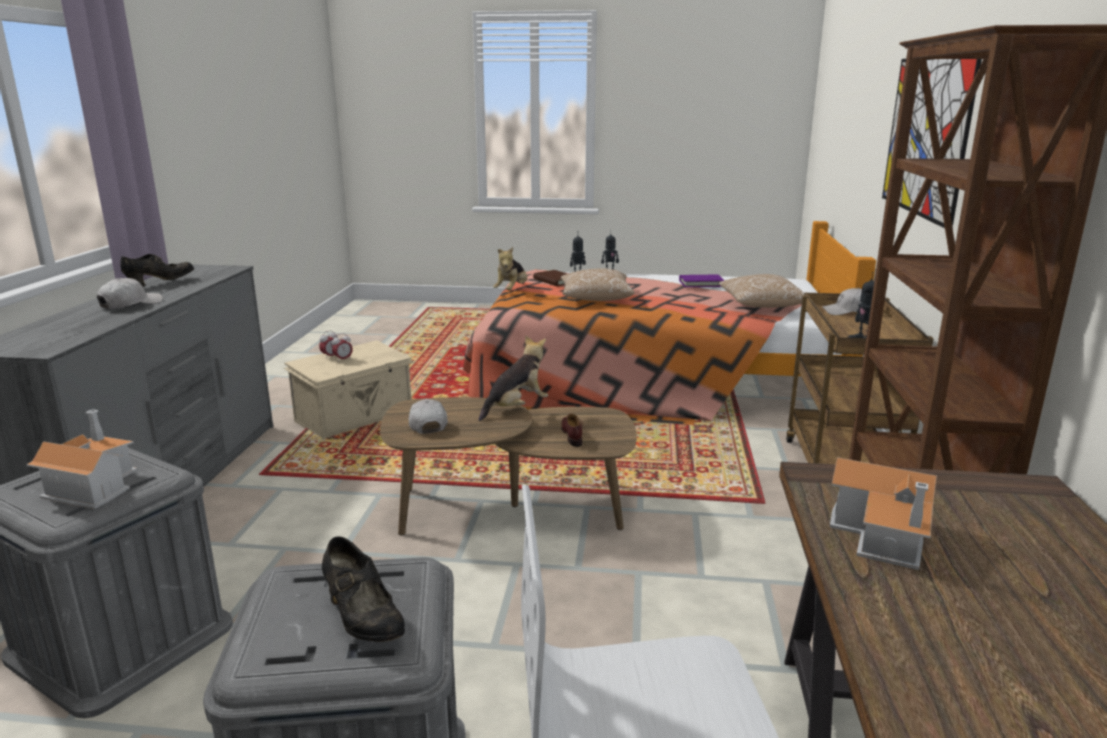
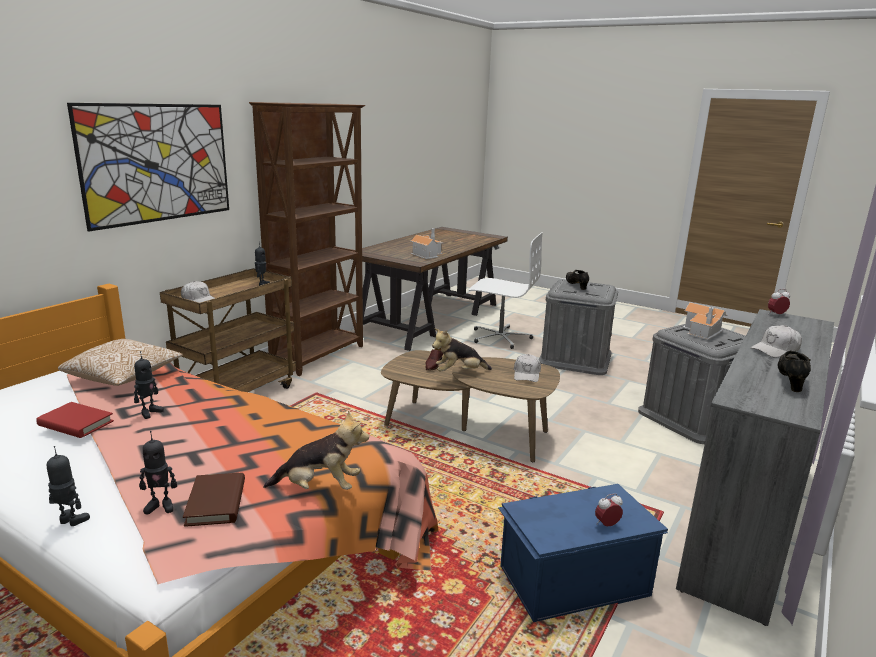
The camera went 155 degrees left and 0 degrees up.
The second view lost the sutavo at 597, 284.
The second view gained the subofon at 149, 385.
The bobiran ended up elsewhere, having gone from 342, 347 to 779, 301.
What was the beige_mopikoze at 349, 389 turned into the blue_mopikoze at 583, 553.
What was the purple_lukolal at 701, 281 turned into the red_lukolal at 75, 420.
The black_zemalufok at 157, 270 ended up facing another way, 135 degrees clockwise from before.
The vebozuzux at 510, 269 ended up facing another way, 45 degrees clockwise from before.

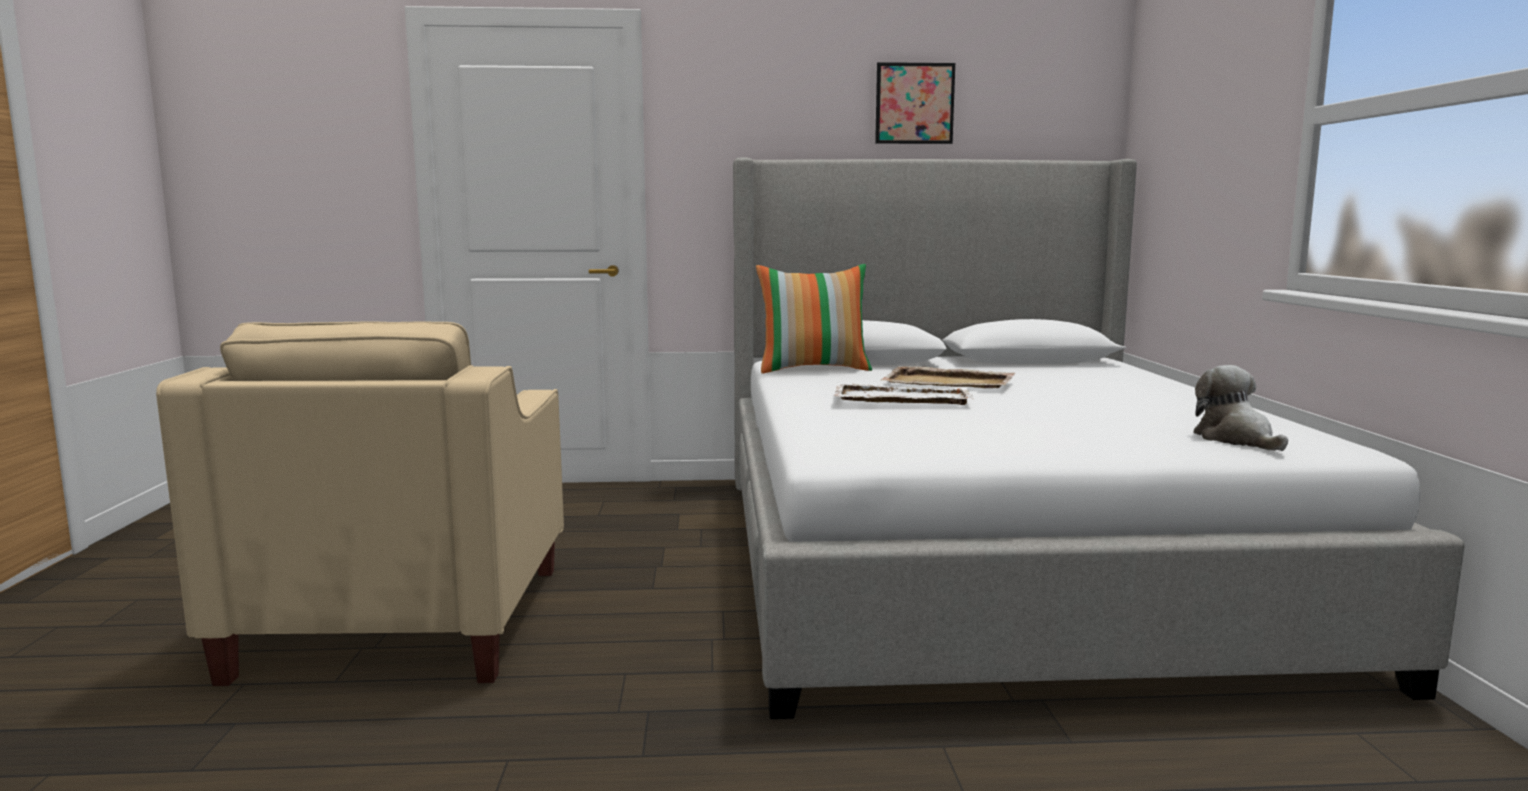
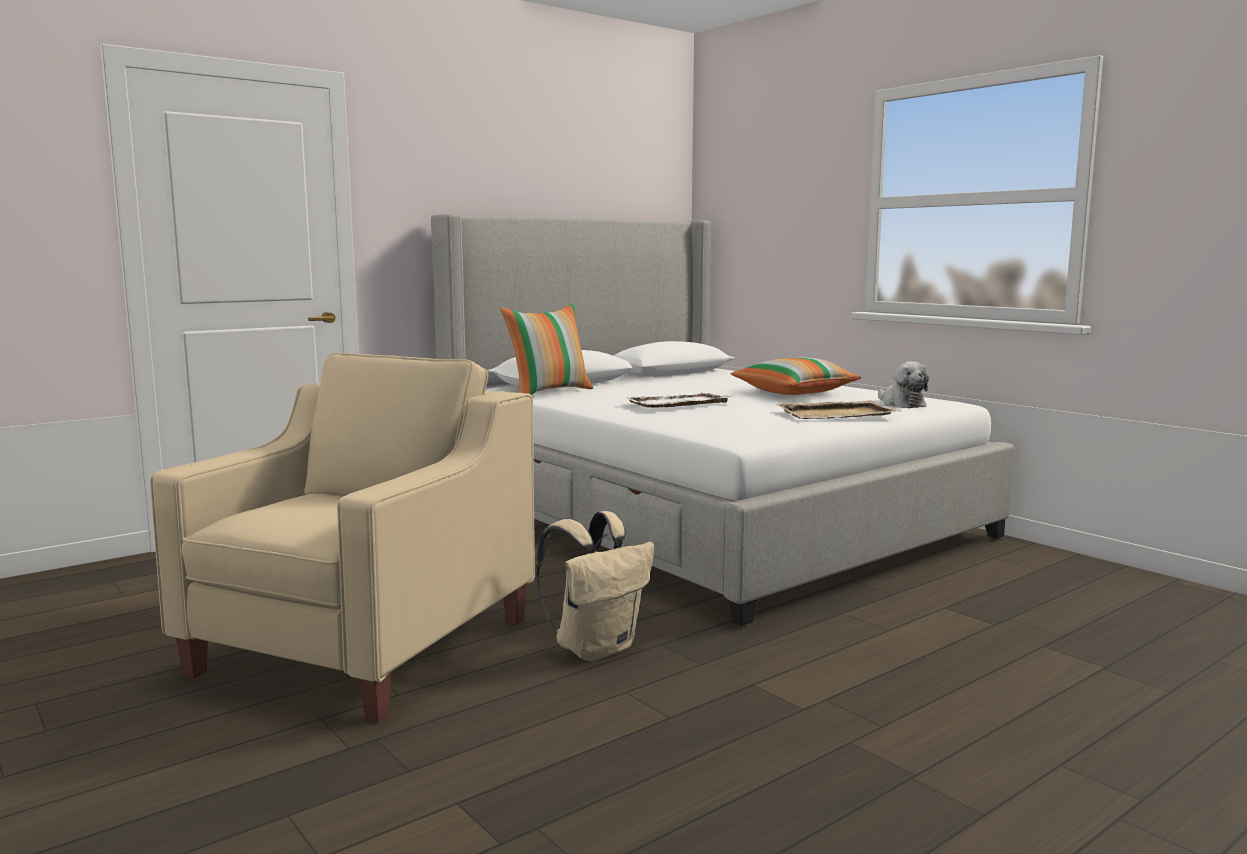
The camera went 35 degrees left and 0 degrees up.
The second view lost the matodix at 915, 103.
The second view gained the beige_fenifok at 595, 586.
The second view gained the sutavo at 796, 376.
The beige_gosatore ended up elsewhere, having gone from 948, 377 to 838, 410.
The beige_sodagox at 360, 503 ended up facing another way, 120 degrees counterclockwise from before.
The vebozuzux at 1240, 408 ended up facing another way, 150 degrees counterclockwise from before.

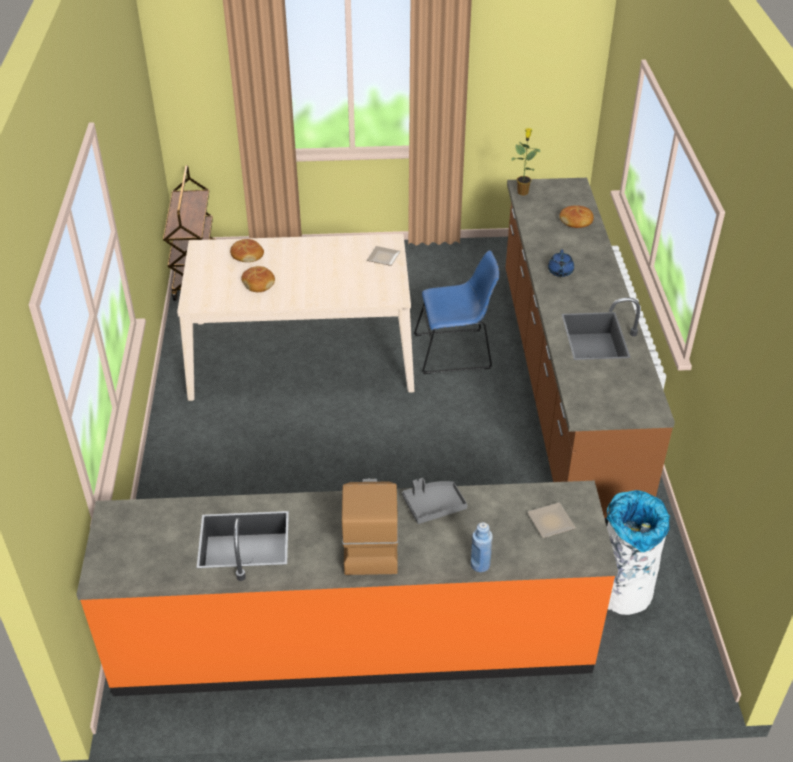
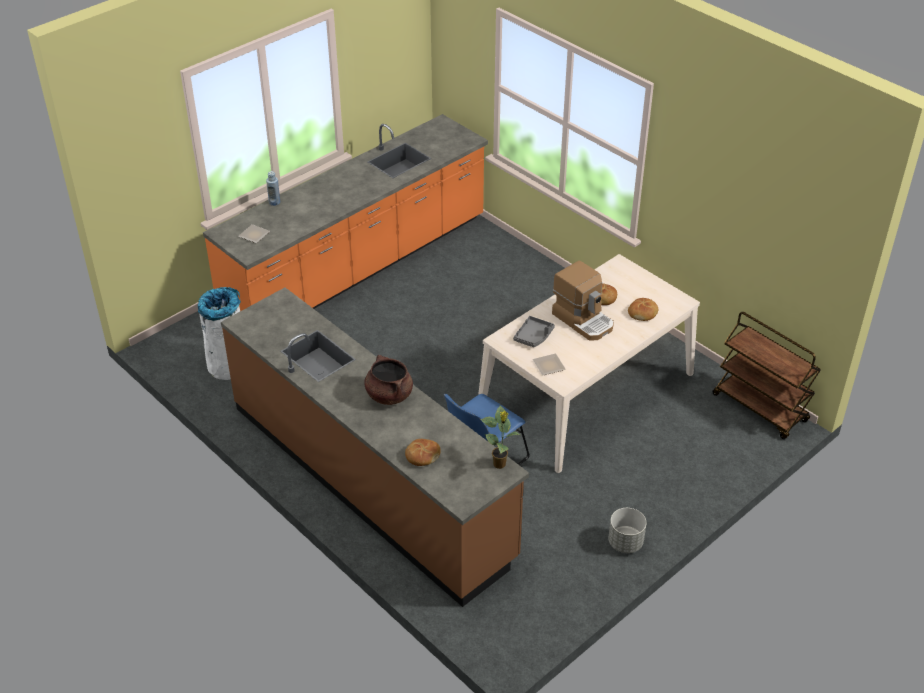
The camera went 140 degrees right and 0 degrees up.
The second view gained the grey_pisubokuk at 627, 530.
The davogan ended up elsewhere, having gone from 370, 526 to 583, 301.
The grey_gosatore ended up elsewhere, having gone from 435, 501 to 534, 331.
Where the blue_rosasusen stood at 561, 263, the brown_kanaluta came to stand at 388, 380.

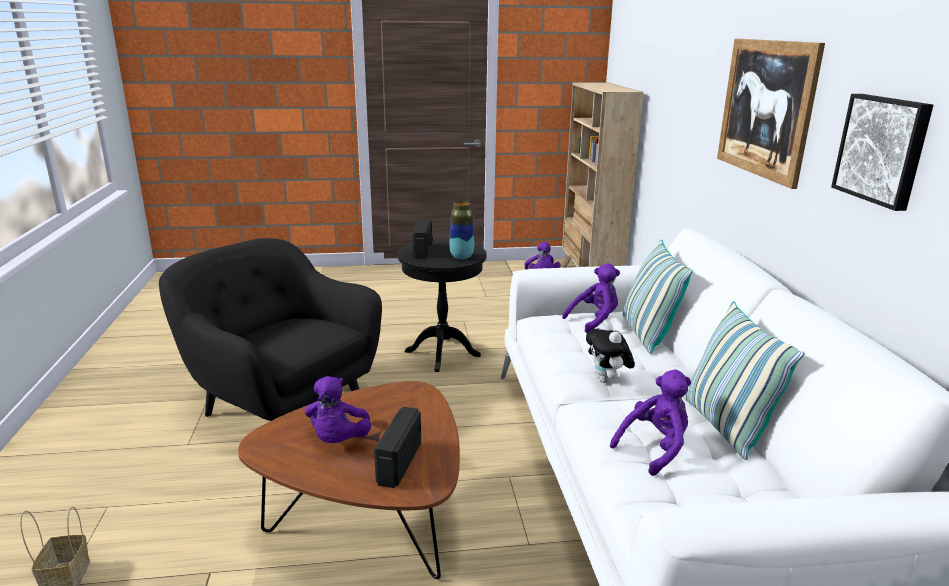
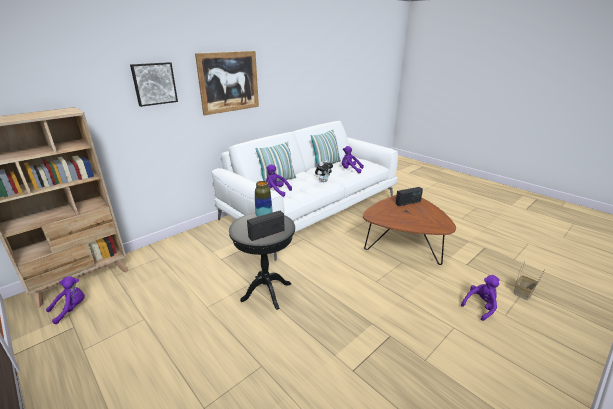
The camera went 125 degrees left and 5 degrees up.
The second view lost the black_sodagox at 270, 329.
The purple_vebozuzux ended up elsewhere, having gone from 338, 409 to 480, 298.
The matodix ended up elsewhere, having gone from 882, 152 to 154, 84.

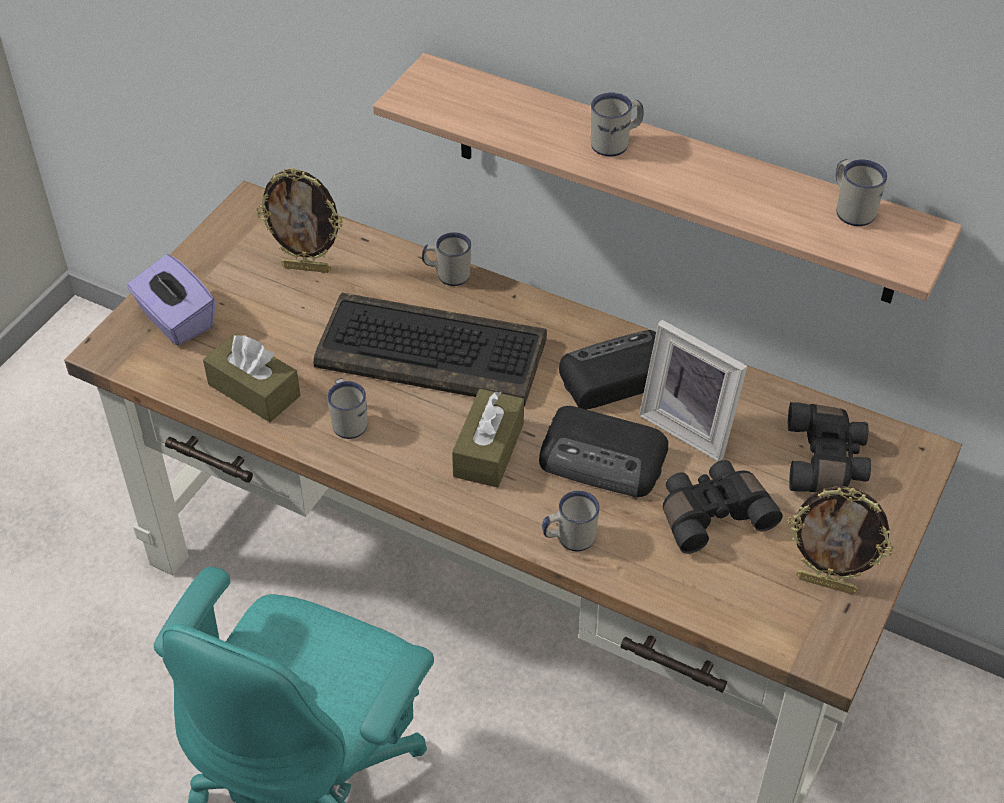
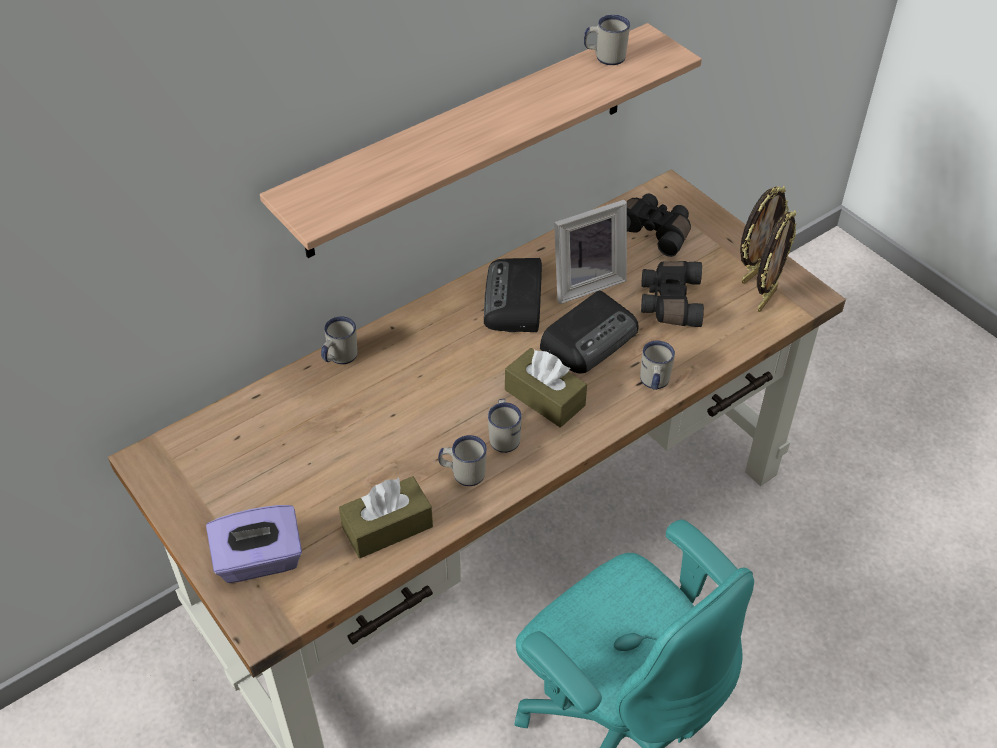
The camera went 65 degrees left and 0 degrees up.
The second view lost the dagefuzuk at 430, 349.
The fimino ended up elsewhere, having gone from 299, 220 to 776, 261.
The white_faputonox ended up elsewhere, having gone from 617, 124 to 505, 426.

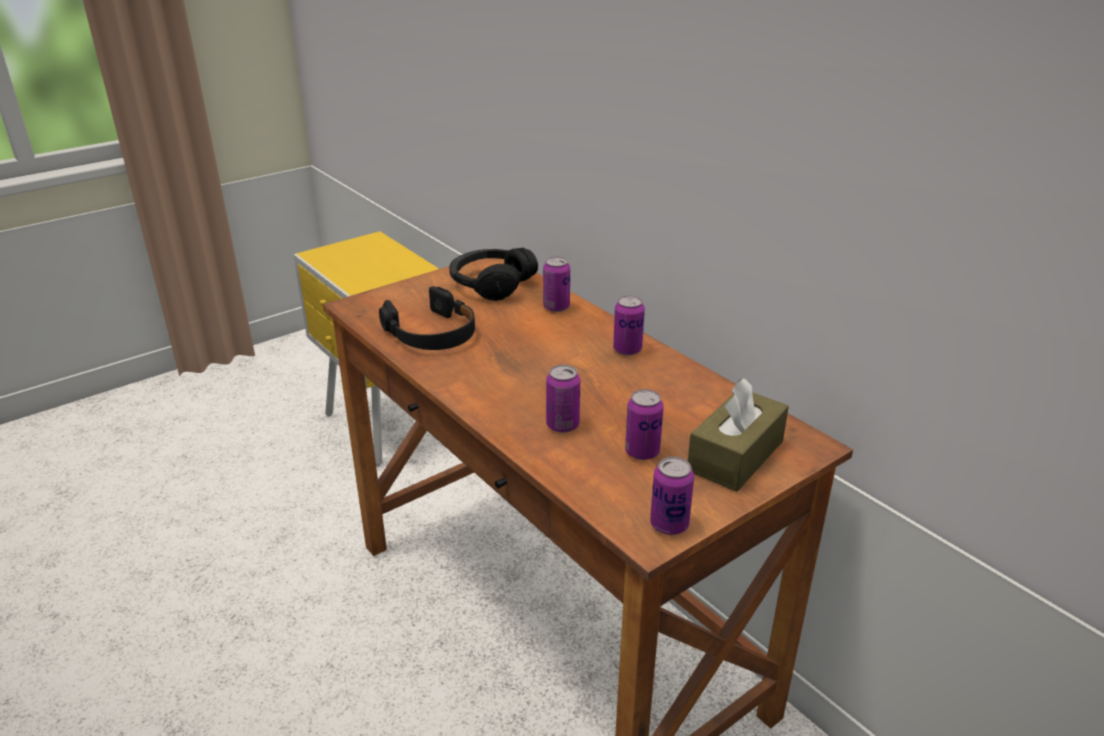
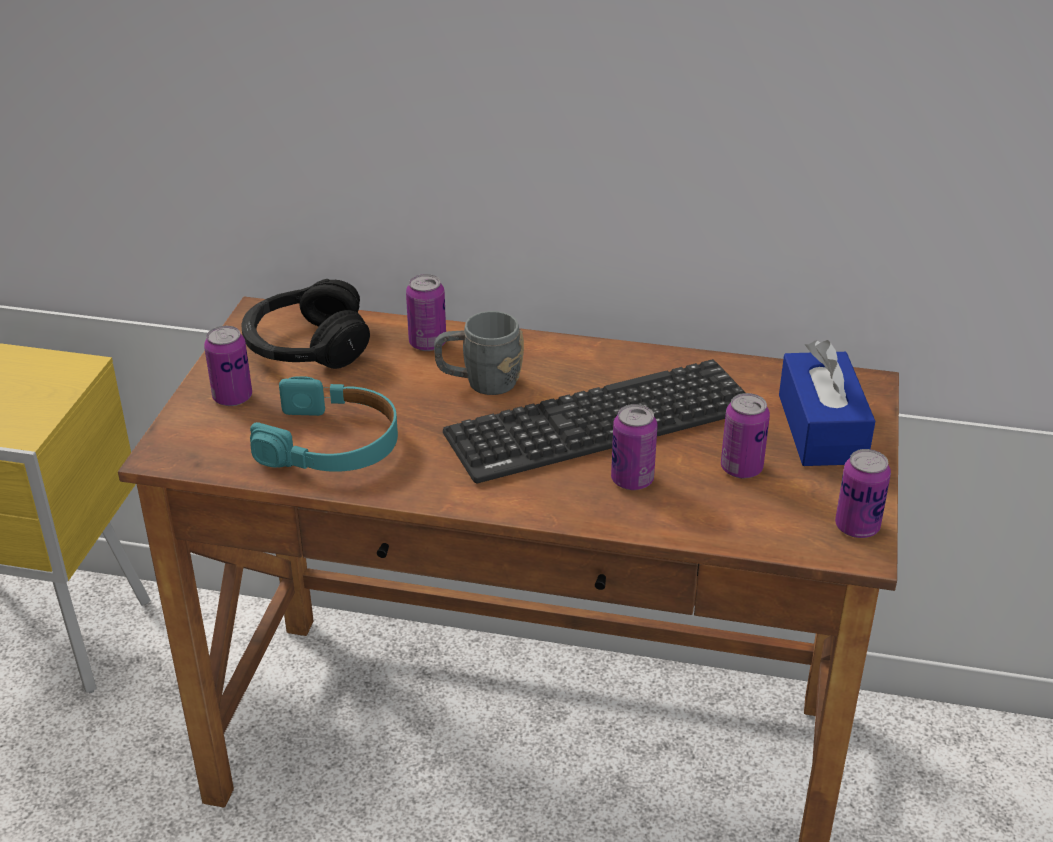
The camera went 40 degrees left and 5 degrees up.
The second view gained the grey_faputonox at 479, 353.
The second view gained the dagefuzuk at 594, 421.
The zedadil ended up elsewhere, having gone from 629, 325 to 228, 366.
What was the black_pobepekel at 427, 318 turned into the turquoise_pobepekel at 324, 424.
What was the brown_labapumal at 738, 435 turned into the blue_labapumal at 827, 403.

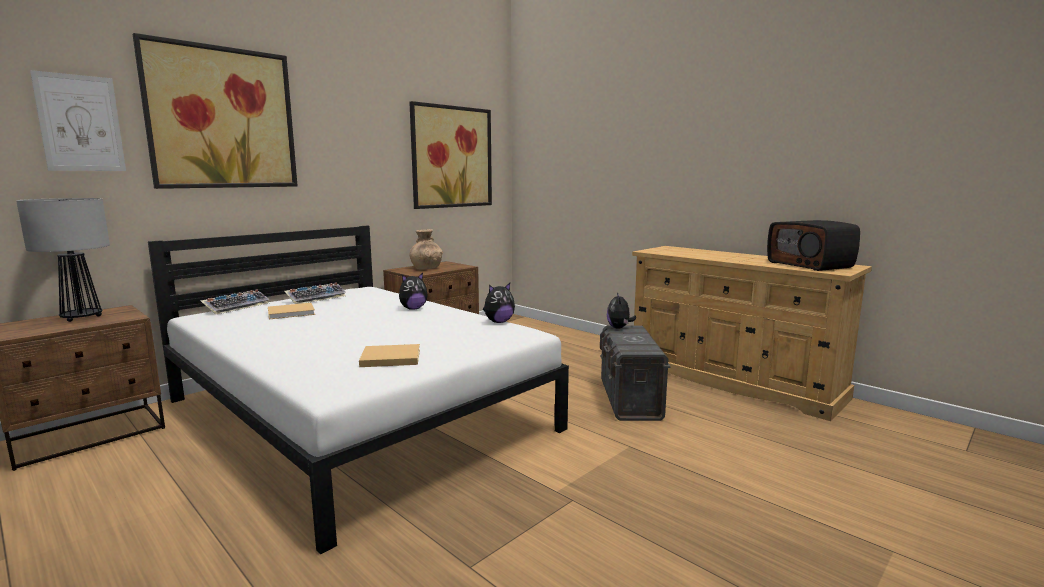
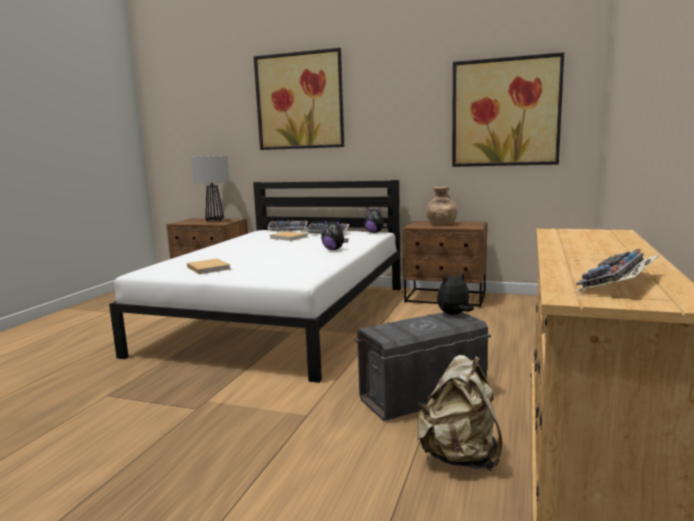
The camera went 65 degrees right and 0 degrees up.
The second view lost the matodix at 78, 120.
The second view gained the beige_fenifok at 460, 413.
The vebozuzux ended up elsewhere, having gone from 499, 303 to 375, 220.
Where the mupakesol stood at 813, 245, the dagefuzuk came to stand at 617, 269.

